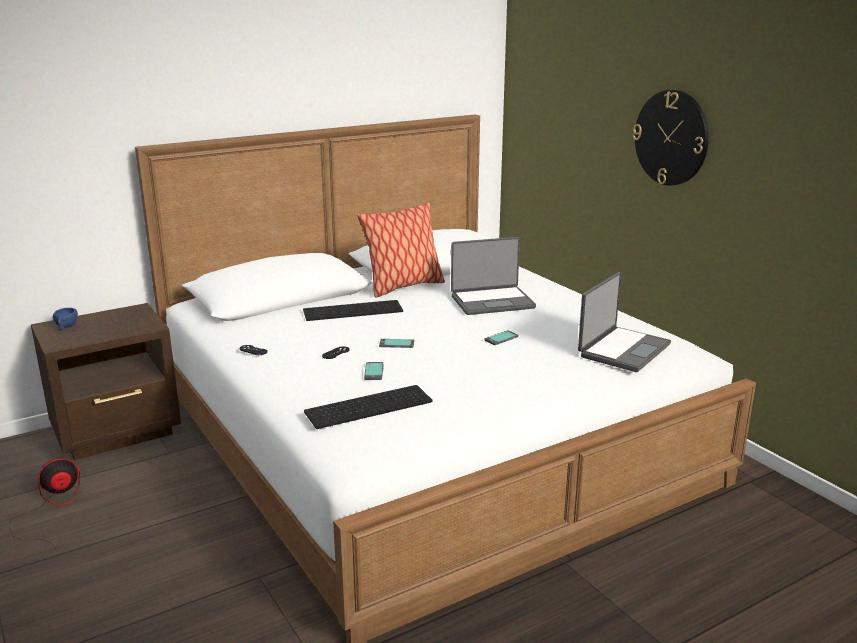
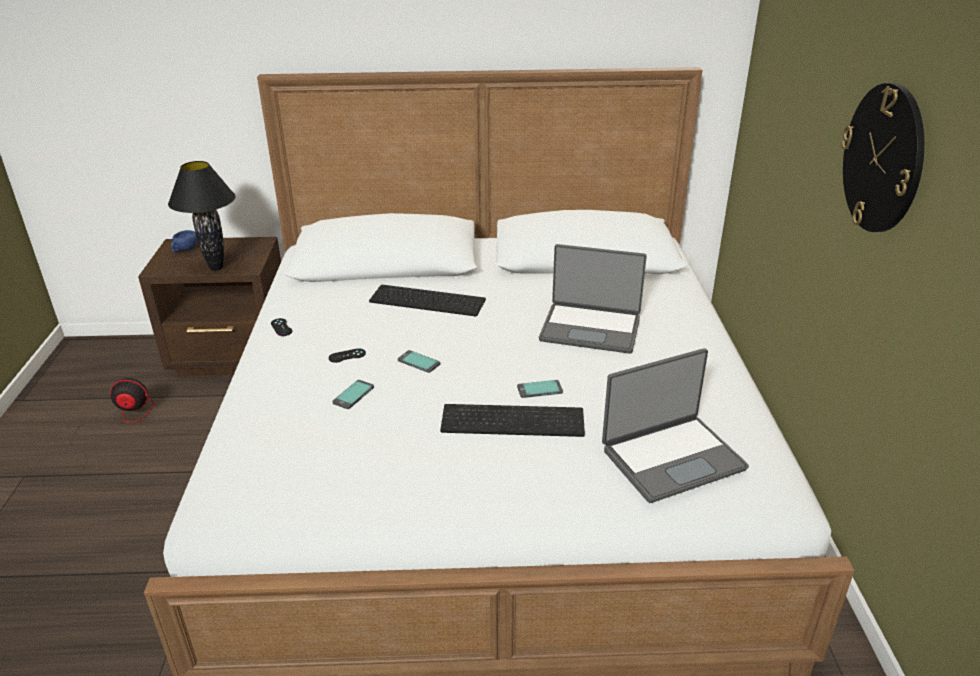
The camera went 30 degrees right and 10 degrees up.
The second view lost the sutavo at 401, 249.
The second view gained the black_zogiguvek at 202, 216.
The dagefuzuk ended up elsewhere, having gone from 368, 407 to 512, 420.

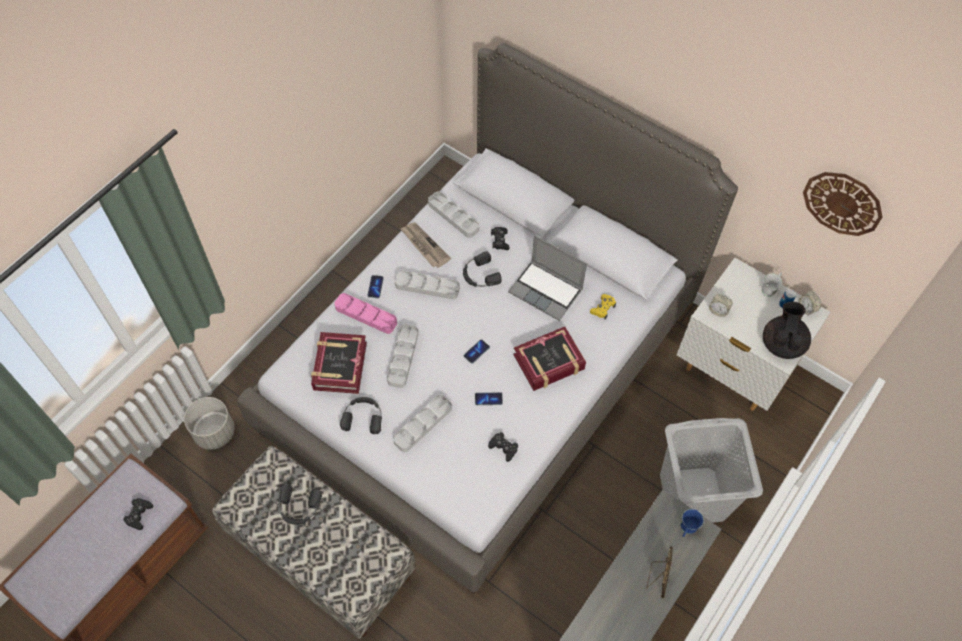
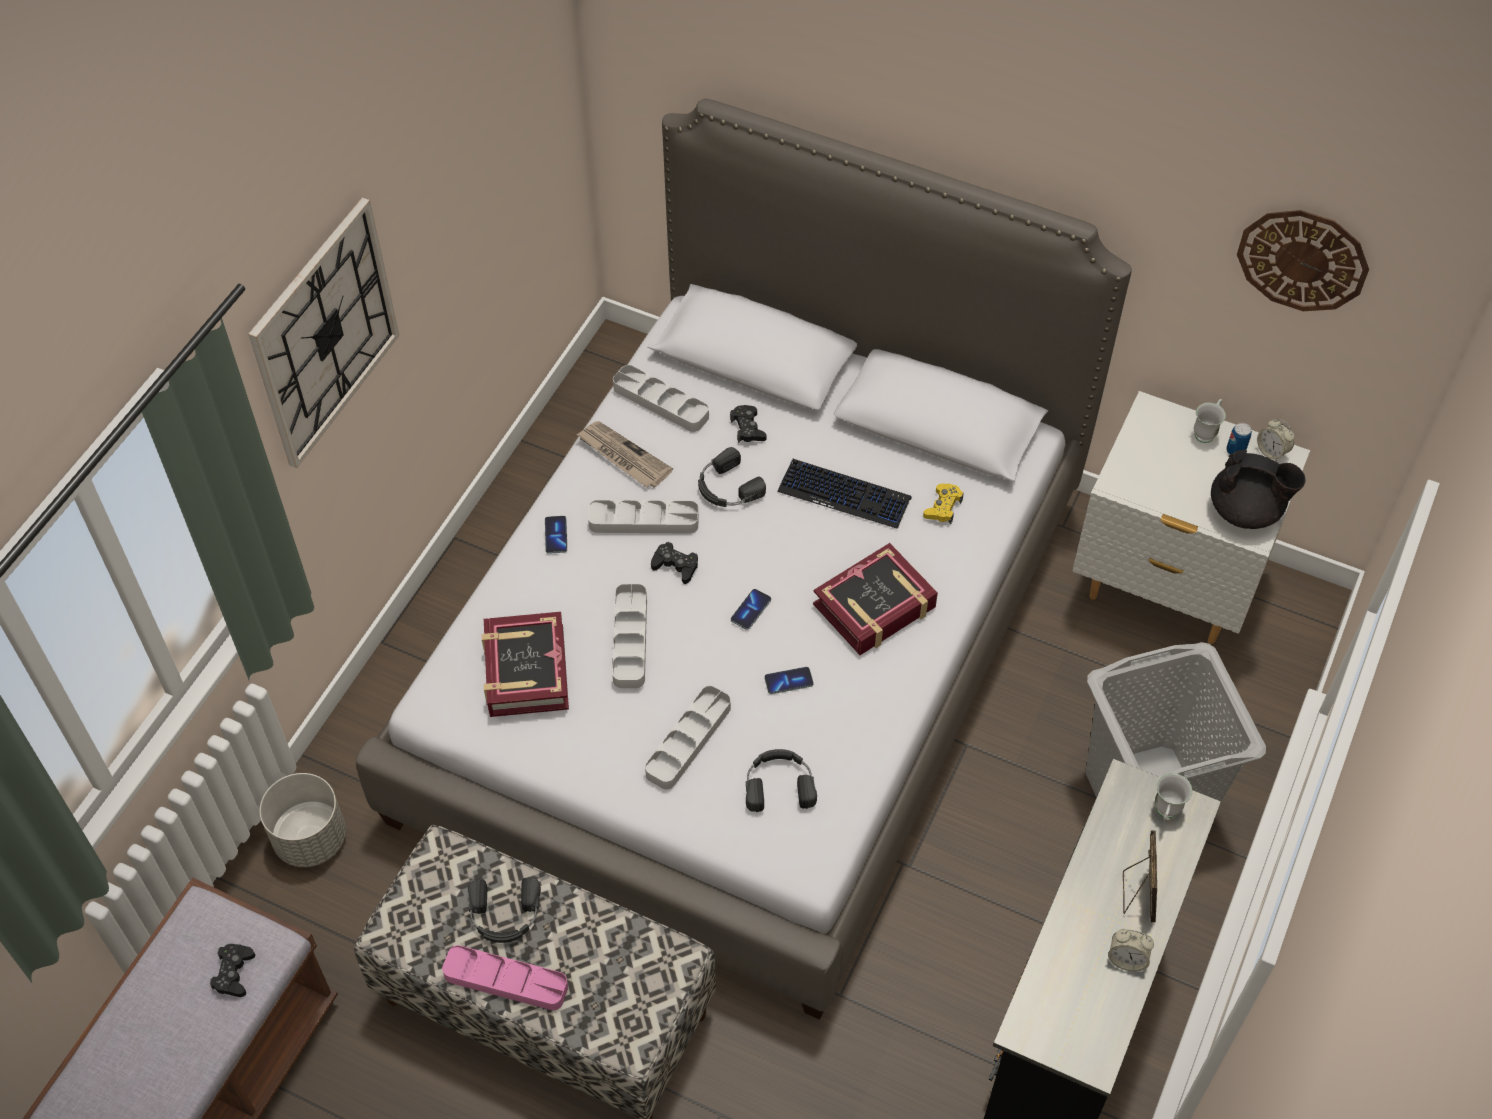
The camera went 10 degrees left and 5 degrees down.
The second view gained the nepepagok at 323, 333.
The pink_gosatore ended up elsewhere, having gone from 365, 313 to 505, 978.
The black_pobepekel ended up elsewhere, having gone from 361, 415 to 781, 780.
The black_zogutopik ended up elsewhere, having gone from 503, 447 to 674, 563.
The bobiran ended up elsewhere, having gone from 721, 305 to 1131, 950.
Where the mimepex stood at 547, 278, the dagefuzuk came to stand at 844, 494.
What was the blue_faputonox at 692, 523 turned into the white_faputonox at 1173, 797.
The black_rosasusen at 787, 330 ended up facing another way, 105 degrees clockwise from before.

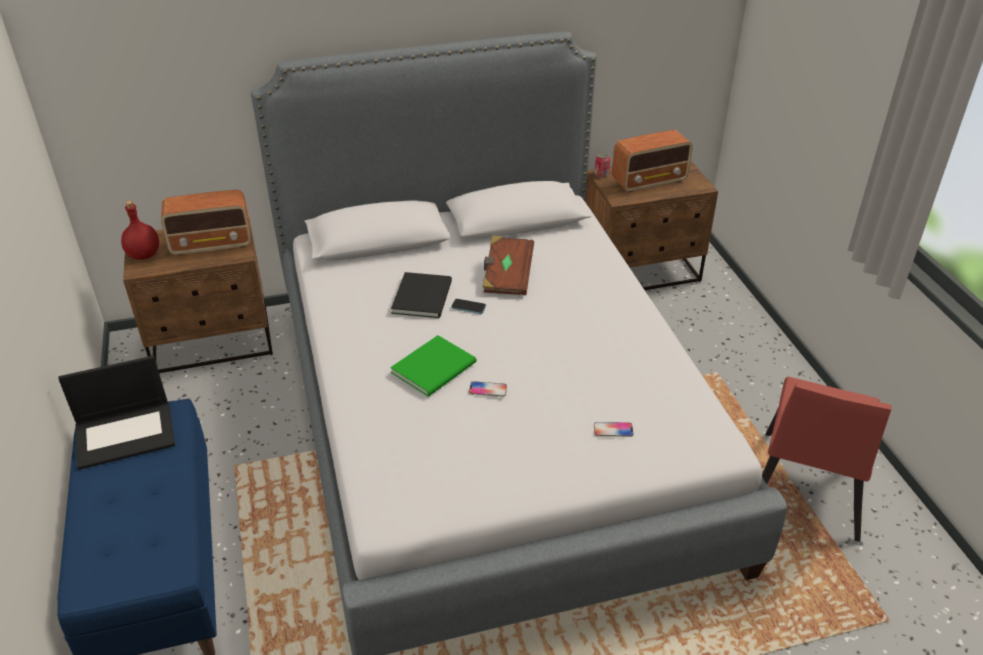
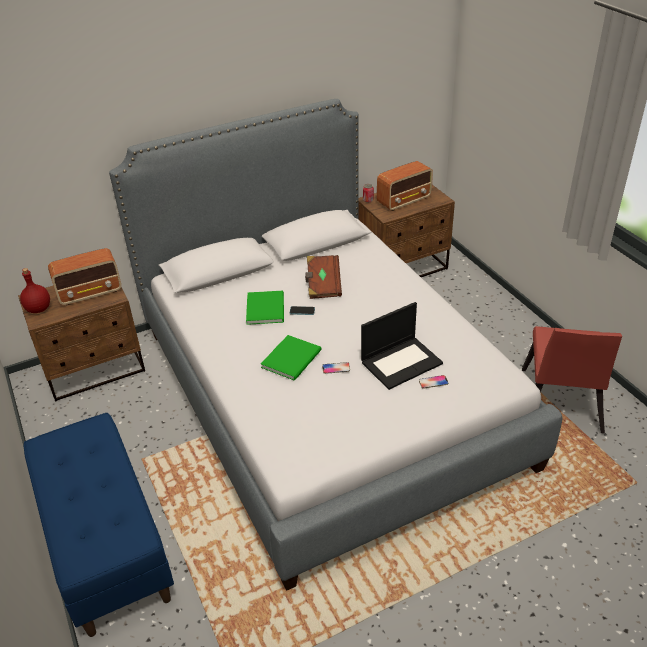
The camera went 10 degrees left and 0 degrees up.
The mimepex ended up elsewhere, having gone from 116, 413 to 402, 346.
What was the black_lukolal at 421, 295 turned into the green_lukolal at 265, 308.

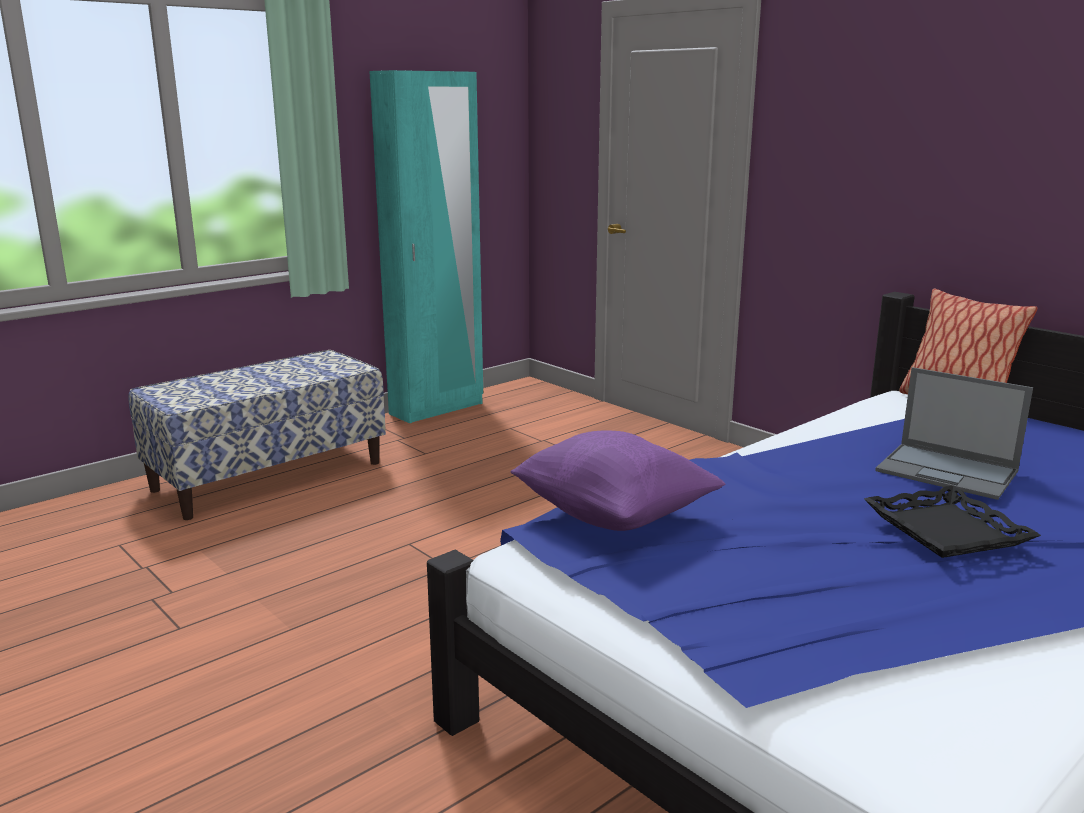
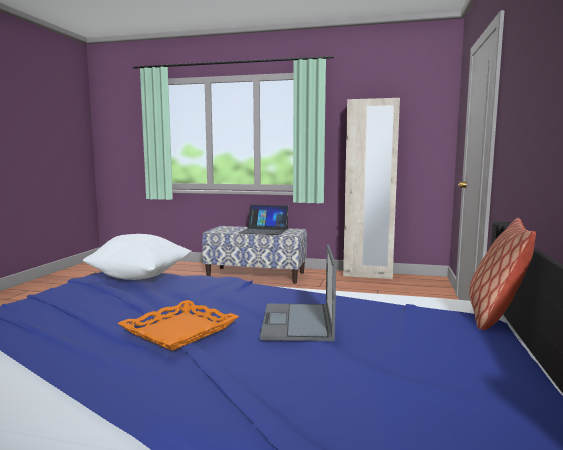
The camera went 55 degrees right and 10 degrees down.
The second view gained the mimepex at 263, 220.
What was the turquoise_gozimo at 426, 246 turned into the beige_gozimo at 371, 188.
What was the purple_sutavo at 617, 481 turned into the white_sutavo at 137, 257.
What was the black_gosatore at 952, 522 turned into the orange_gosatore at 178, 325.

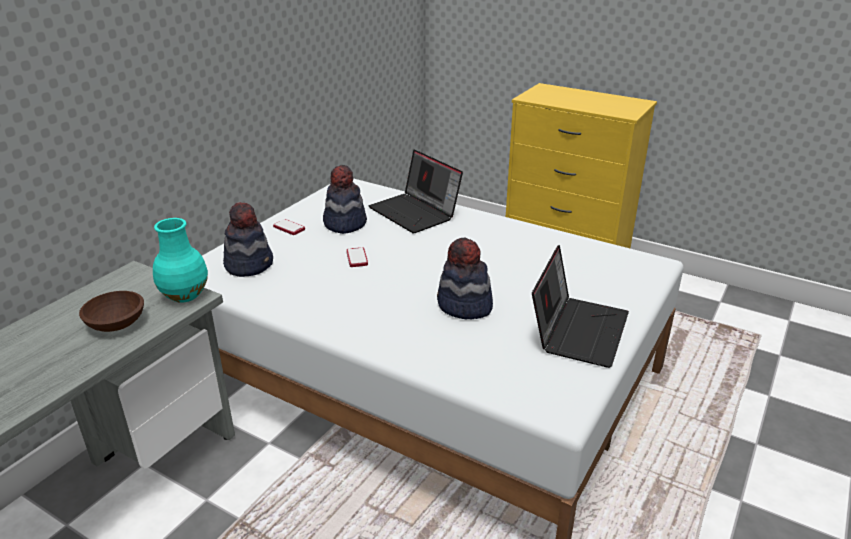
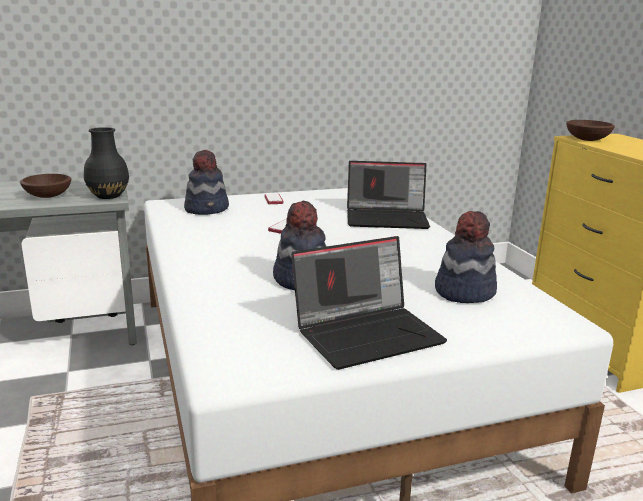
The camera went 40 degrees right and 10 degrees down.
The second view gained the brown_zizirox at 590, 130.
The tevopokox ended up elsewhere, having gone from 345, 199 to 466, 257.
What was the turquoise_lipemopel at 180, 260 turned into the black_lipemopel at 106, 163.
The mimepex at 416, 191 ended up facing another way, 90 degrees counterclockwise from before.

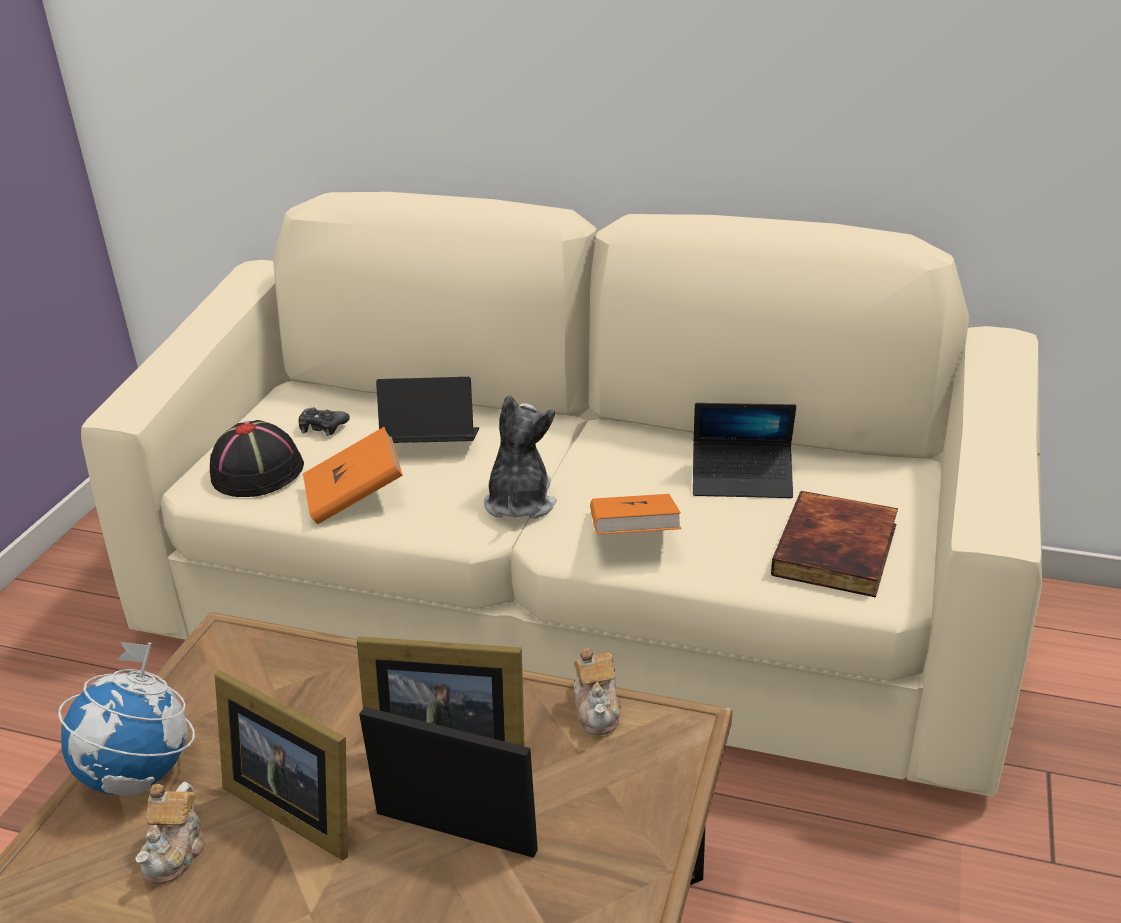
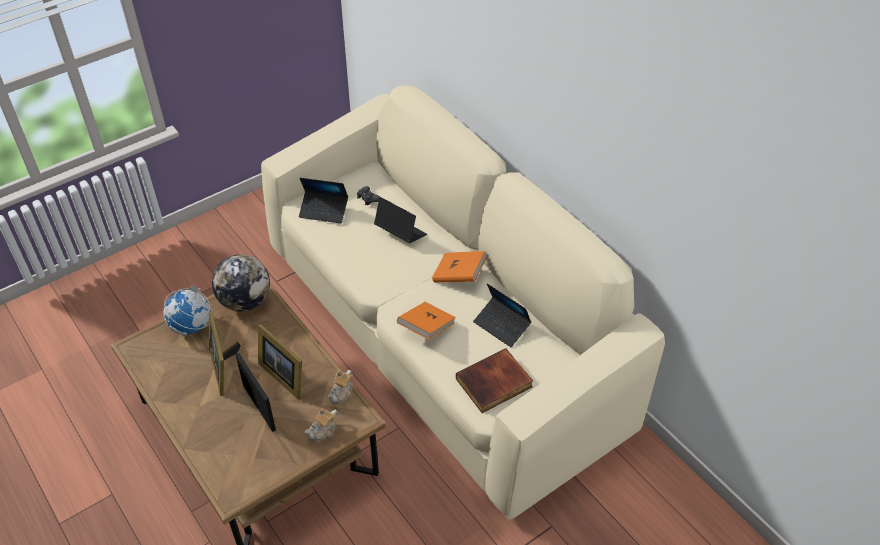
The camera went 35 degrees right and 15 degrees up.
The second view lost the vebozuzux at 520, 456.
The second view gained the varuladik at 241, 282.
The rosasusen ended up elsewhere, having gone from 170, 833 to 321, 425.
The orange_lukolal ended up elsewhere, having gone from 353, 475 to 459, 267.
Where the black_tevopokox stood at 257, 458, the mimepex came to stand at 323, 200.

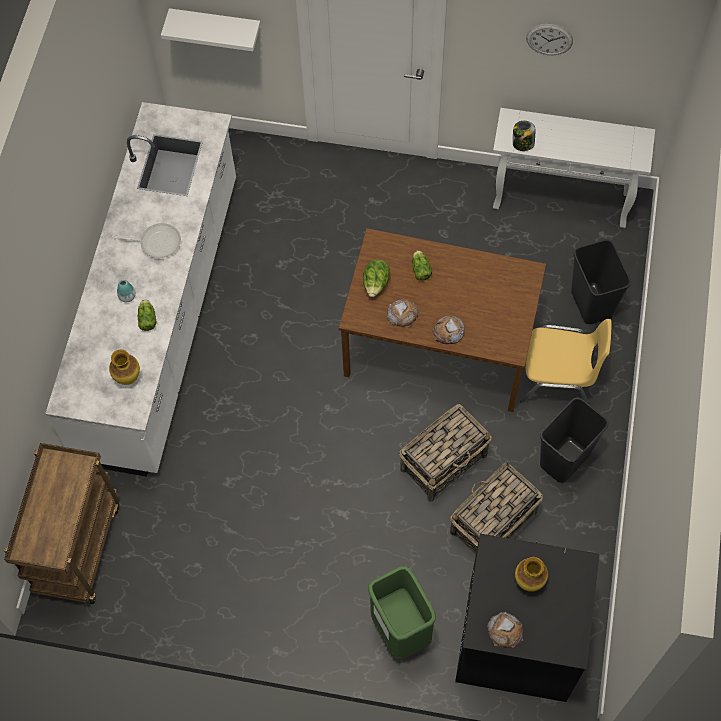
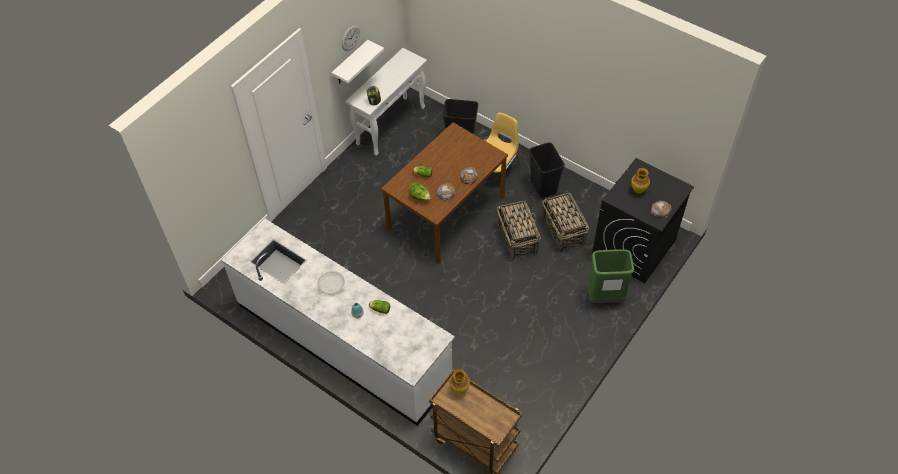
The camera went 65 degrees left and 10 degrees down.
The lipemopel ended up elsewhere, having gone from 124, 367 to 459, 381.
The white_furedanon ended up elsewhere, having gone from 210, 29 to 357, 62.

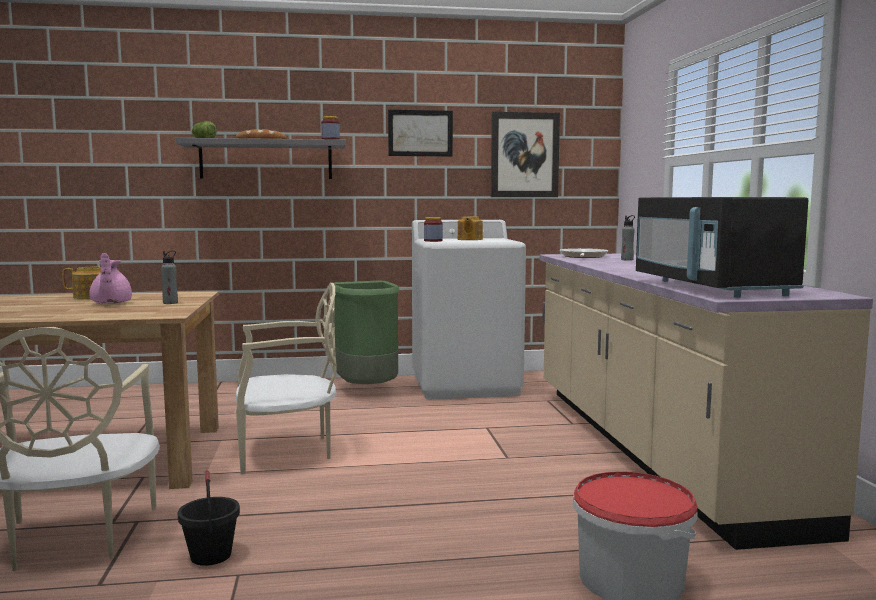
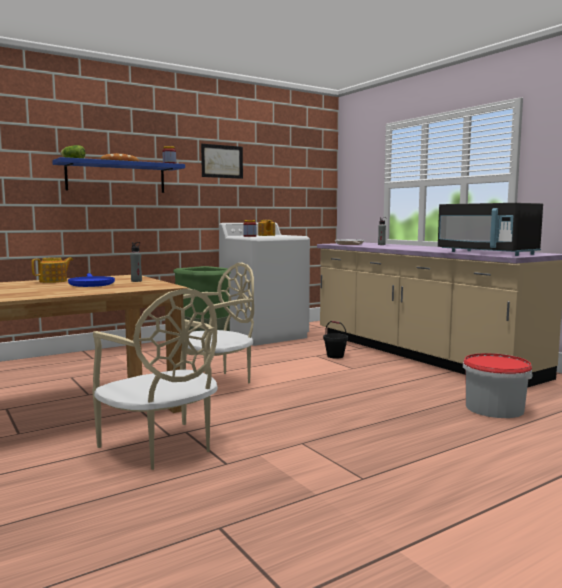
The camera went 25 degrees left and 0 degrees up.
The second view lost the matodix at 525, 154.
The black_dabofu ended up elsewhere, having gone from 209, 518 to 335, 340.
Where the pink_rosasusen stood at 110, 278, the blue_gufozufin came to stand at 91, 280.
What was the grey_furedanon at 260, 158 turned into the blue_furedanon at 118, 175.

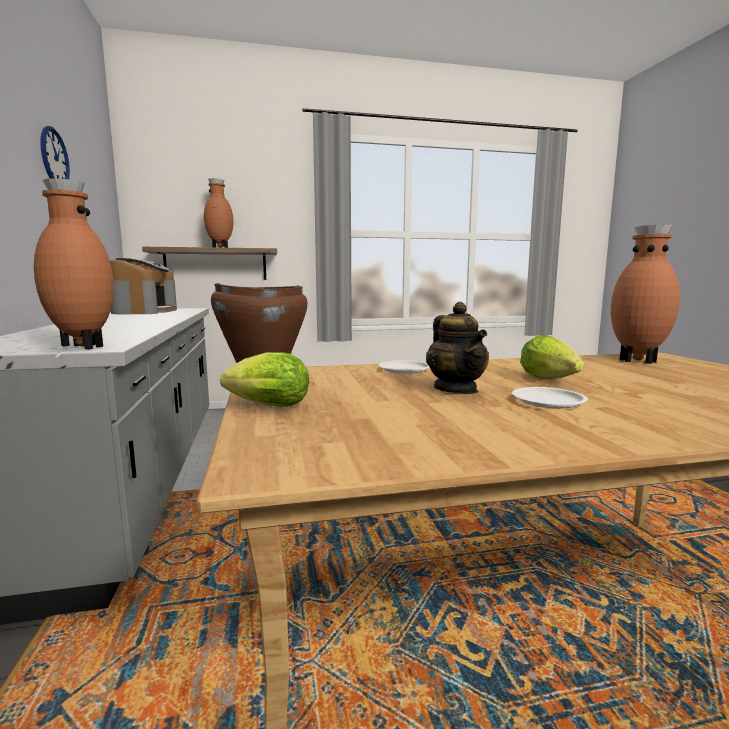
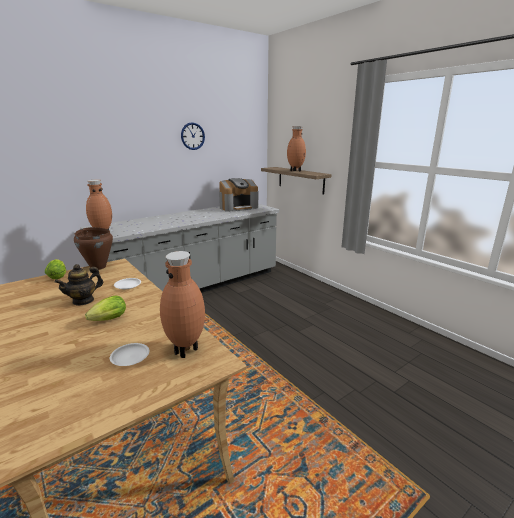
The camera went 65 degrees right and 10 degrees up.
The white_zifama ended up elsewhere, having gone from 550, 398 to 129, 354.

